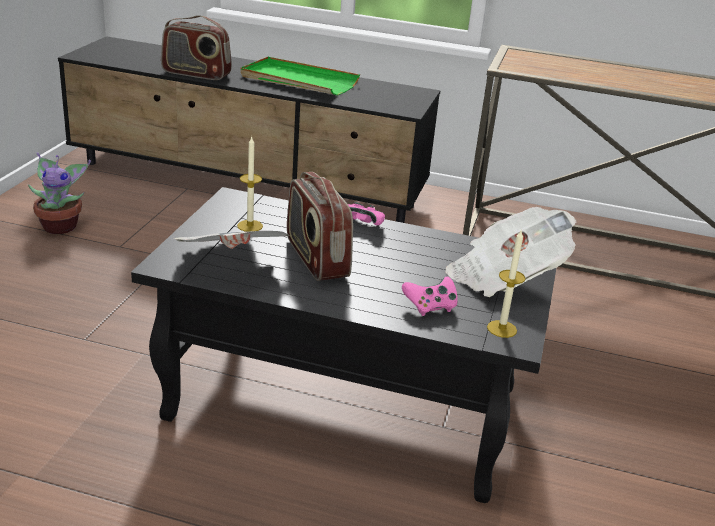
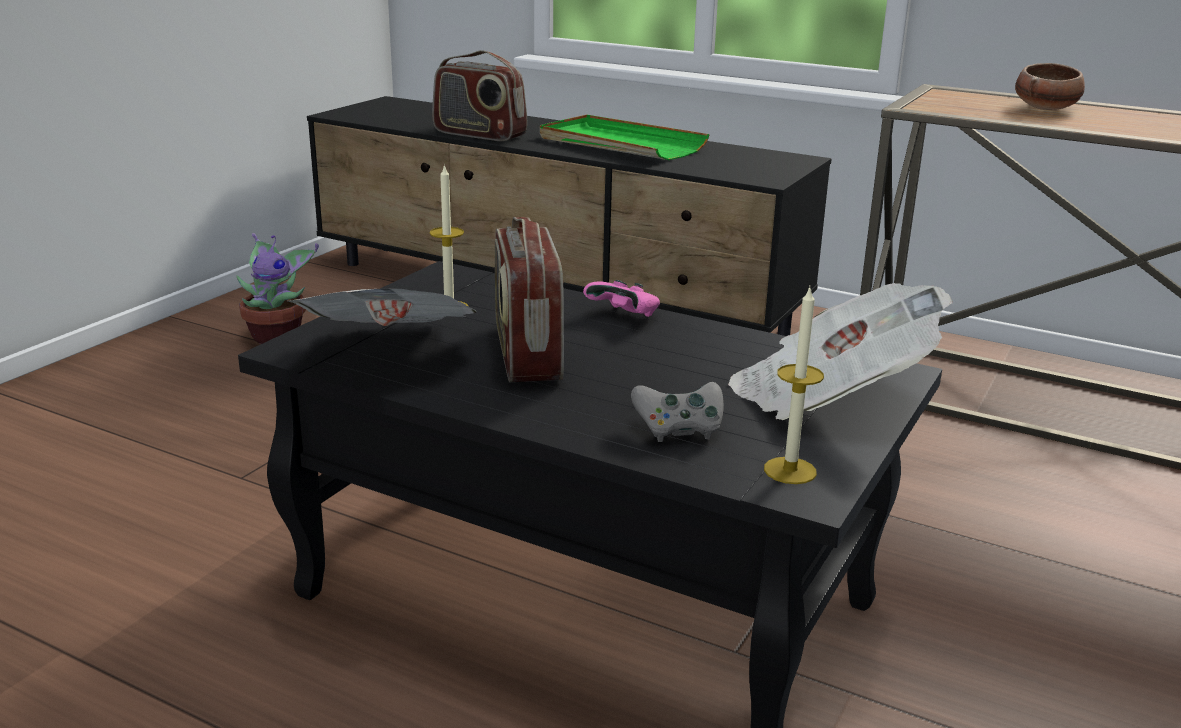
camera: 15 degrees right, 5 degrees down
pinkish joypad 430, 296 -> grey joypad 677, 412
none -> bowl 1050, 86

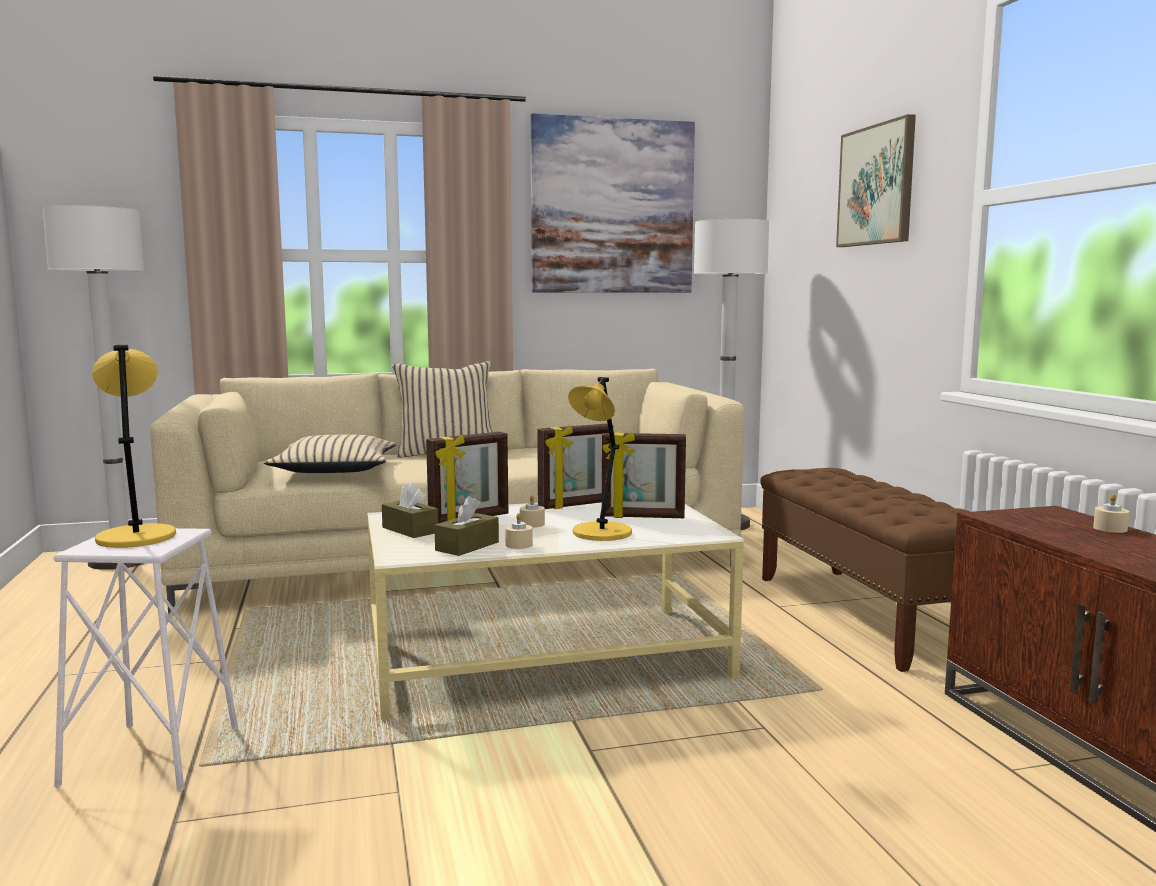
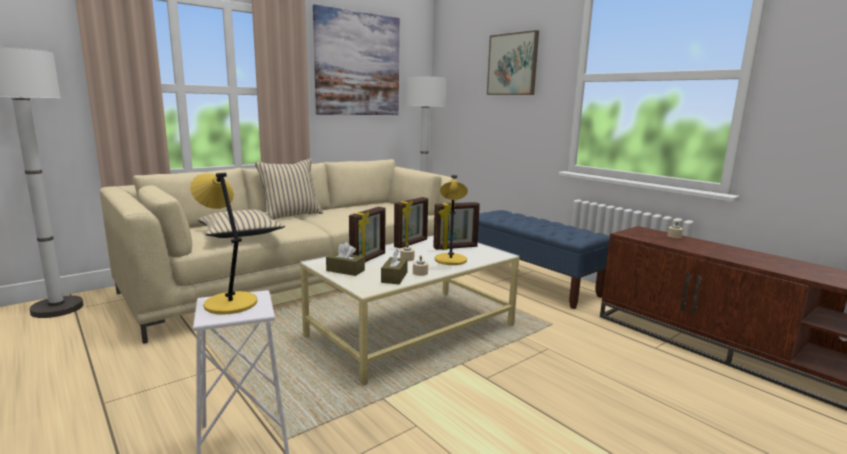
camera: 25 degrees left, 5 degrees up
brown indoor bench 865, 570 -> blue-coloured indoor bench 544, 259

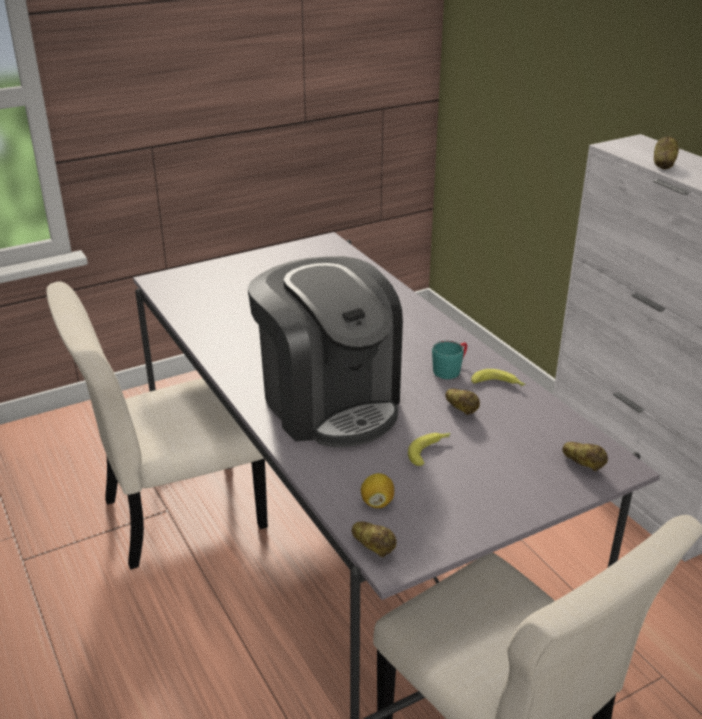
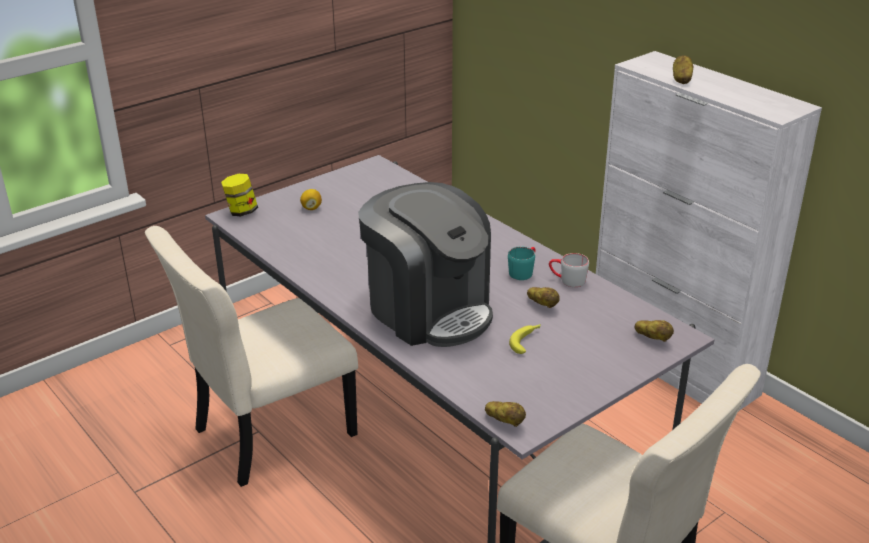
camera: 10 degrees left, 0 degrees up
none -> jar 239, 195
lemon 377, 490 -> lemon 311, 199, shifted
banana 498, 377 -> grey mug 569, 270

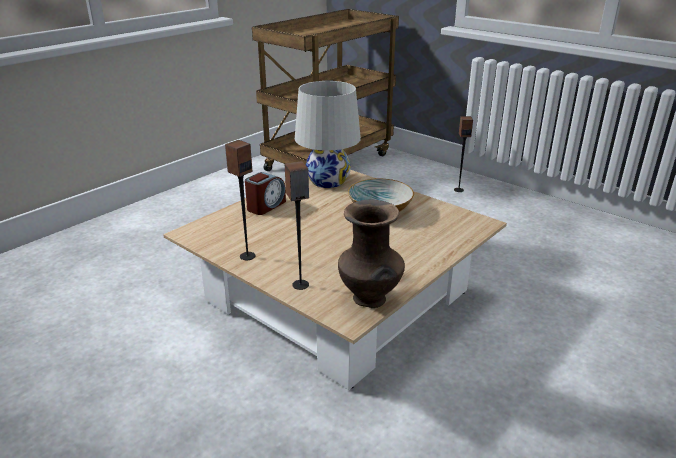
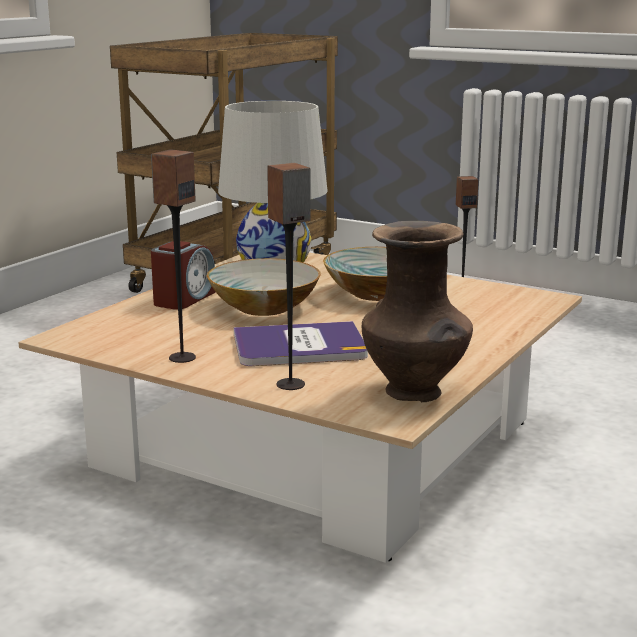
camera: 10 degrees left, 10 degrees down
none -> bowl 264, 287
none -> book 301, 343

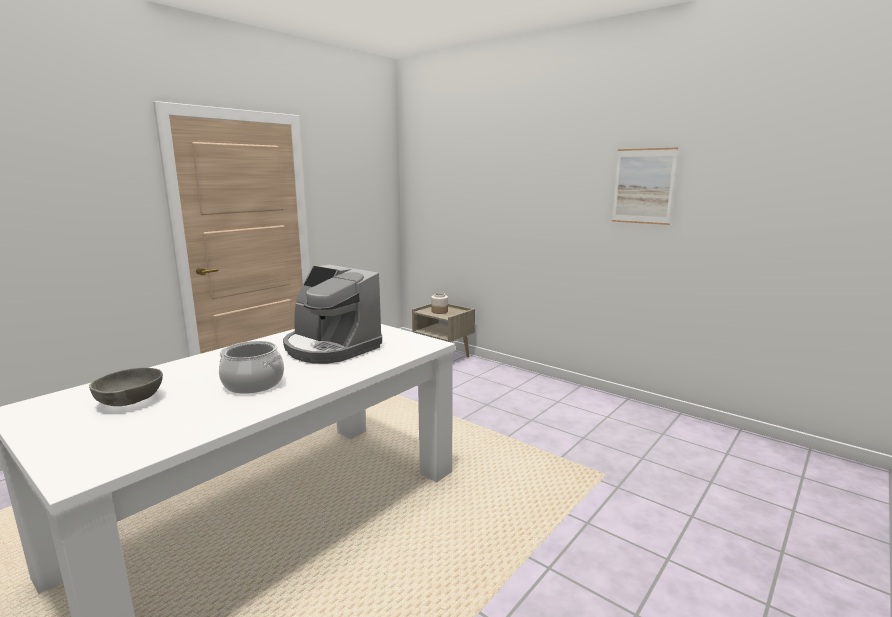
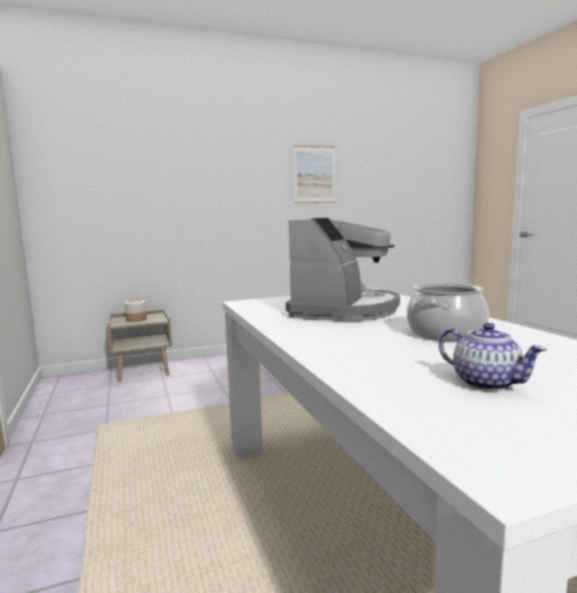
camera: 60 degrees left, 5 degrees down
coffee brewer 332, 314 -> coffee brewer 343, 269, 45 degrees counterclockwise
grey bowl 126, 387 -> tea pot 493, 357

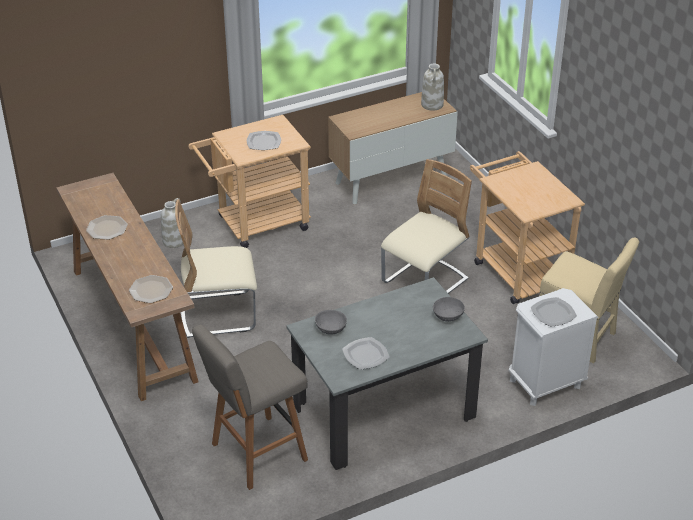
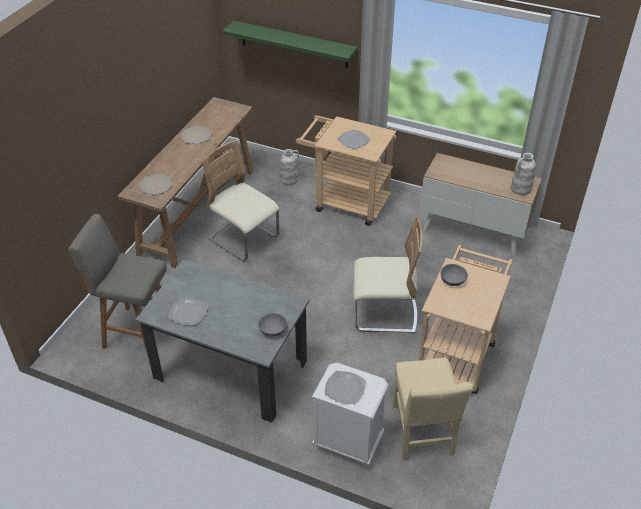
camera: 50 degrees right, 5 degrees up
none -> greenish shelf 290, 44
grey bowl 331, 322 -> grey bowl 454, 275, shifted

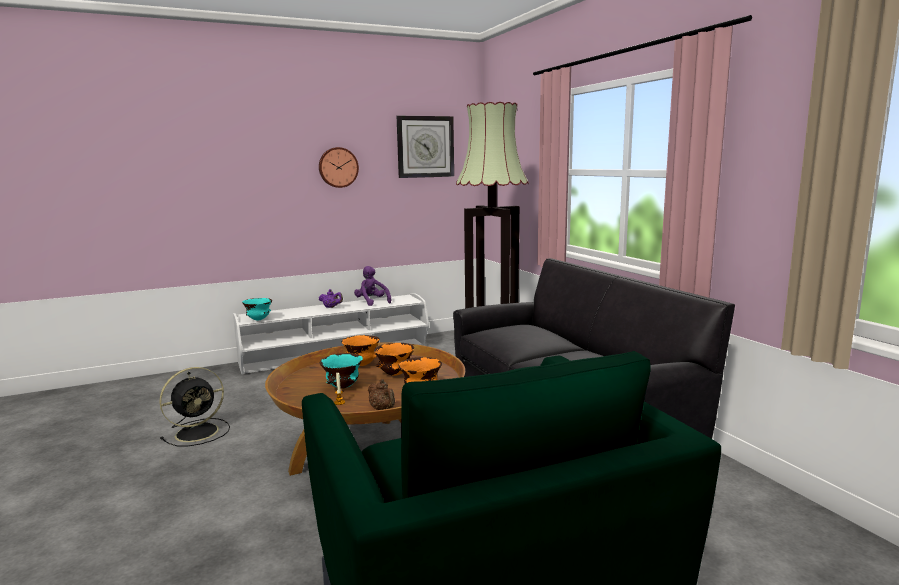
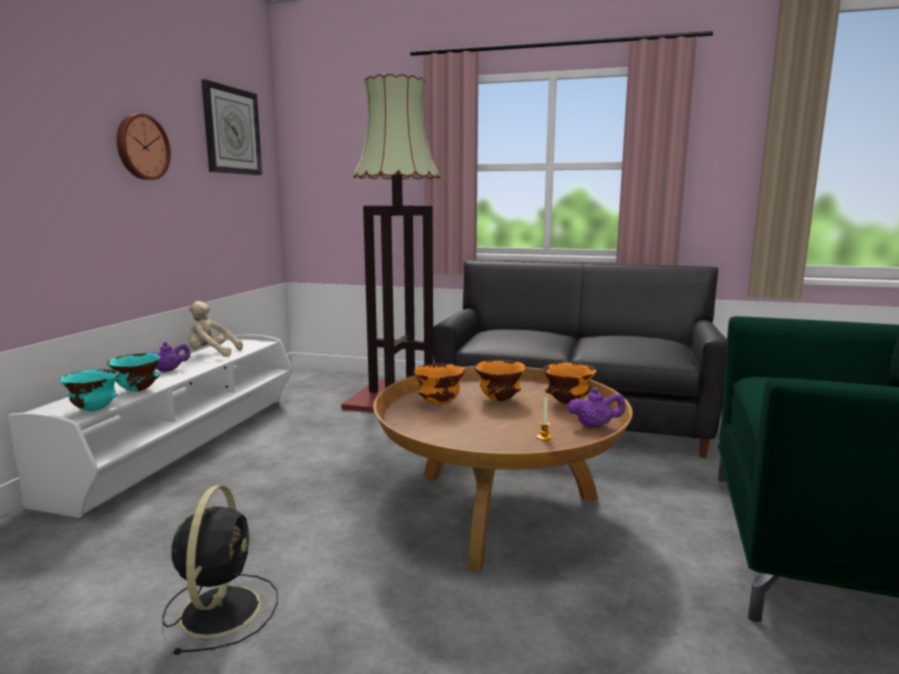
camera: 50 degrees left, 0 degrees up
turquoise-coloured bowl 341, 371 -> turquoise-coloured bowl 133, 372, shifted
purple cuddly toy 372, 286 -> beige-coloured cuddly toy 216, 329
brown tea pot 381, 394 -> purple tea pot 596, 408

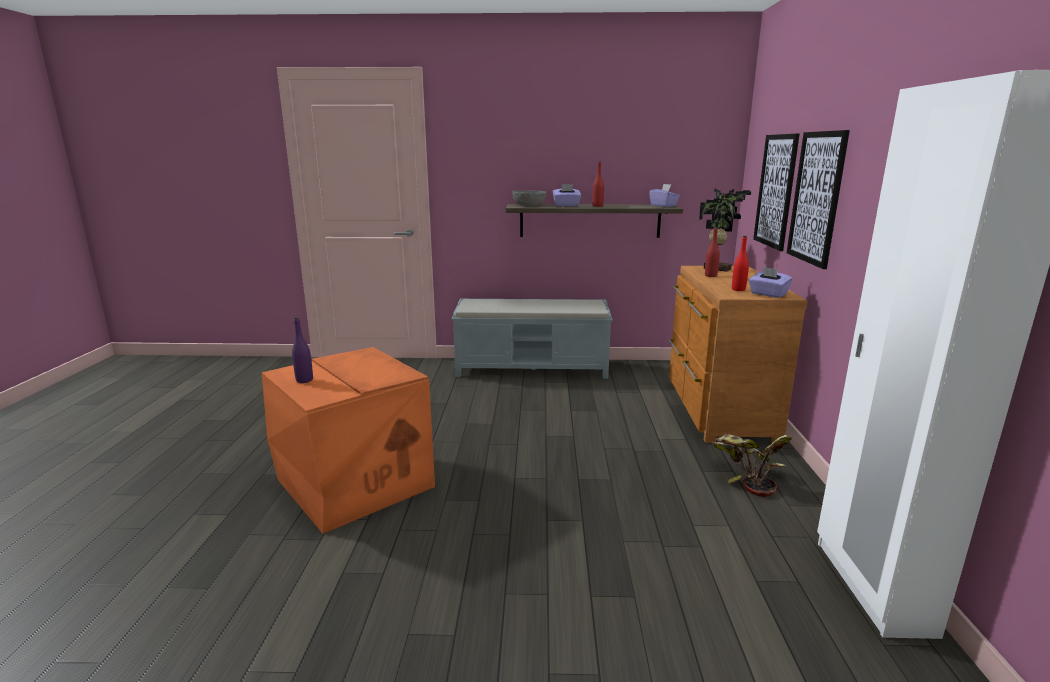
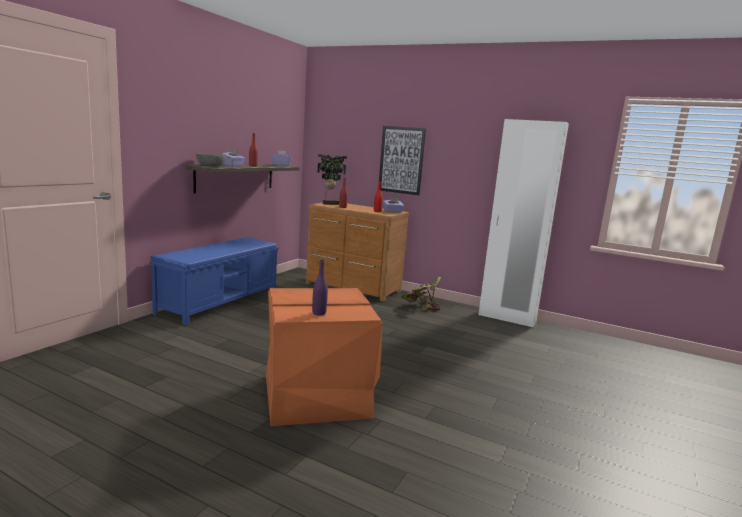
camera: 65 degrees left, 5 degrees down
grey indoor bench 532, 339 -> blue-coloured indoor bench 214, 281
picture 776, 192 -> none

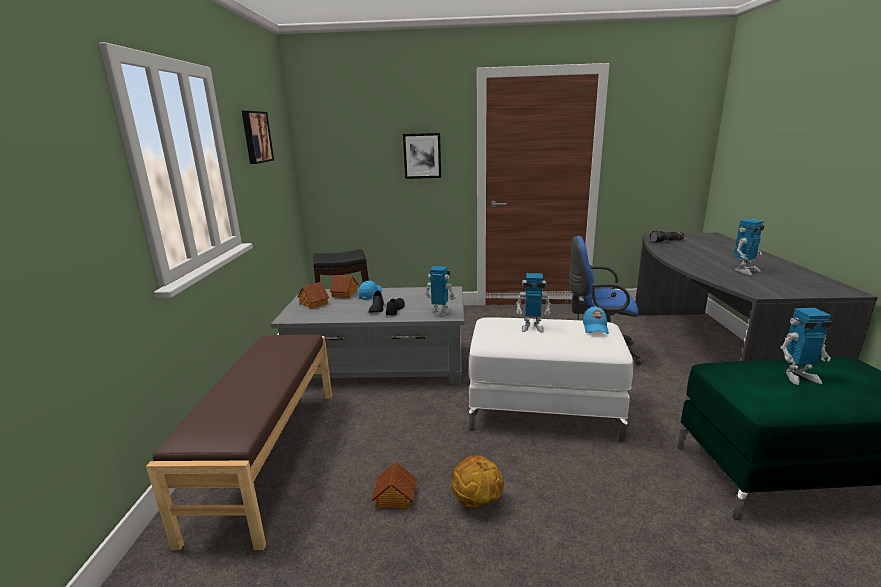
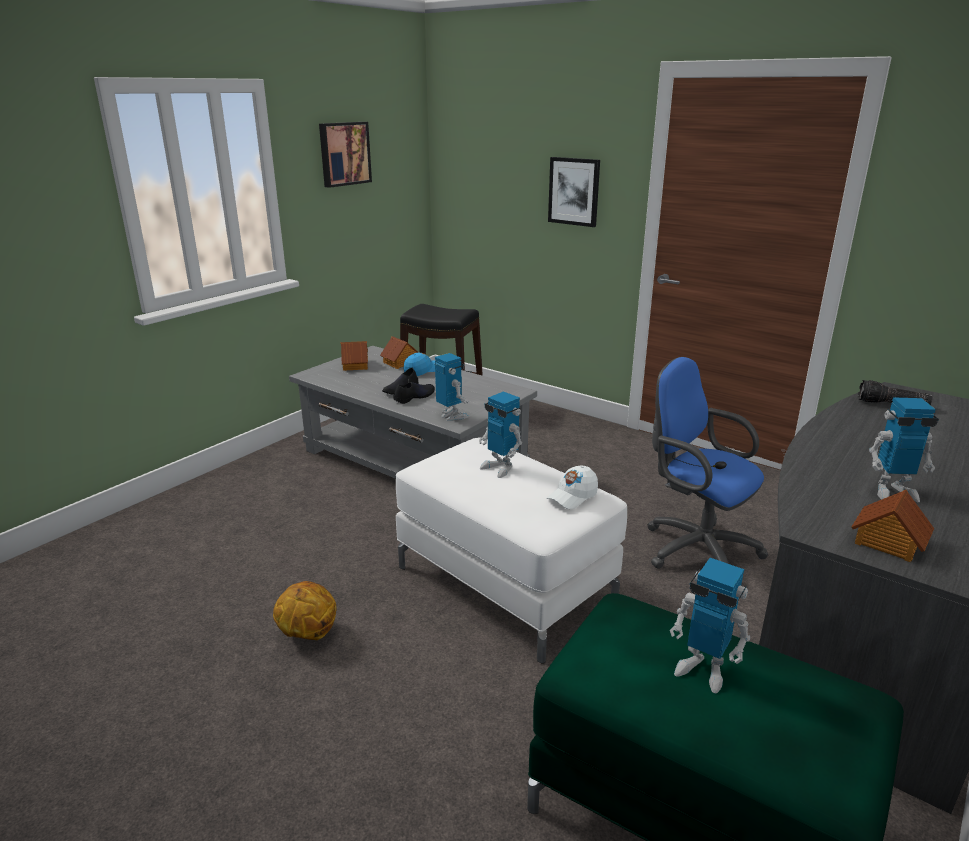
camera: 35 degrees right, 5 degrees up
blue-coloured baseball cap 596, 320 -> white baseball cap 572, 487
model house 394, 485 -> model house 892, 526, shifted
brown indoor bench 239, 442 -> none

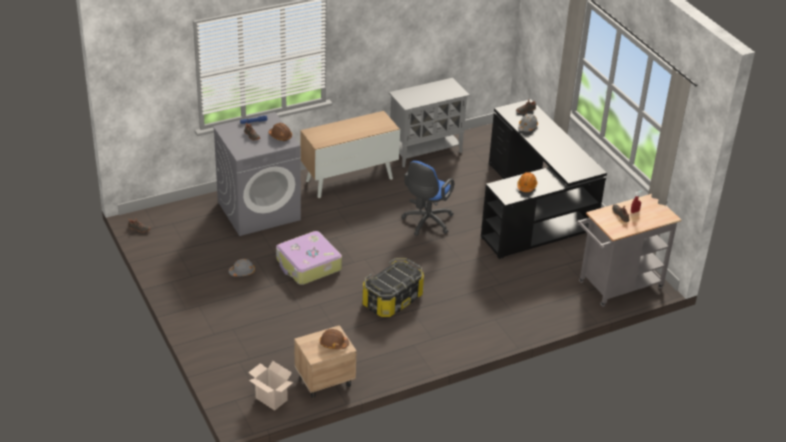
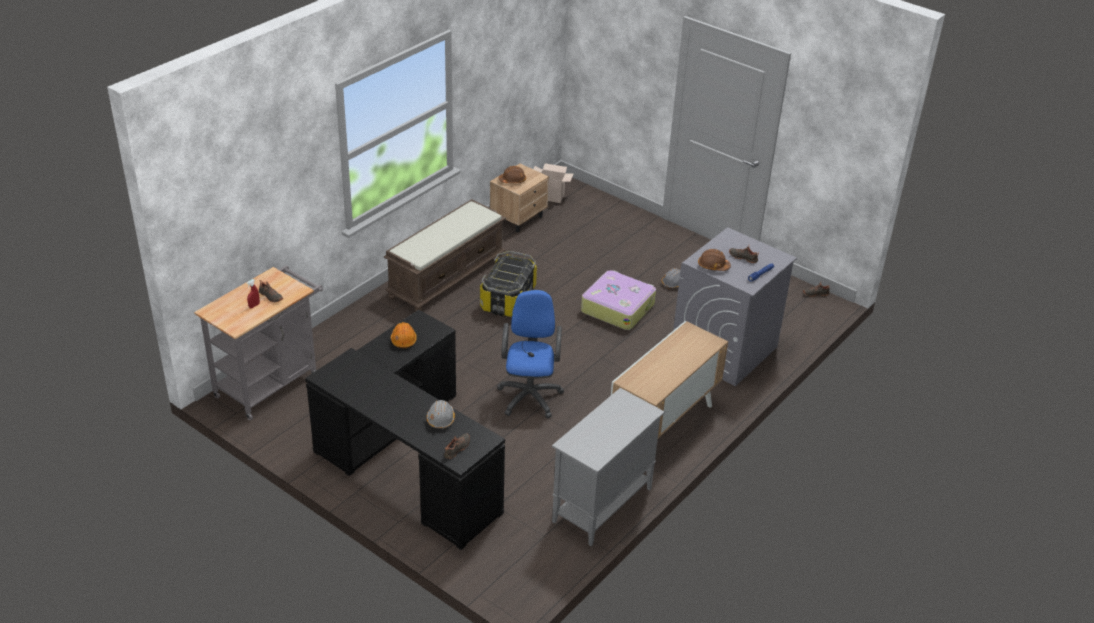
camera: 155 degrees right, 0 degrees up
none -> brown indoor bench 445, 255

